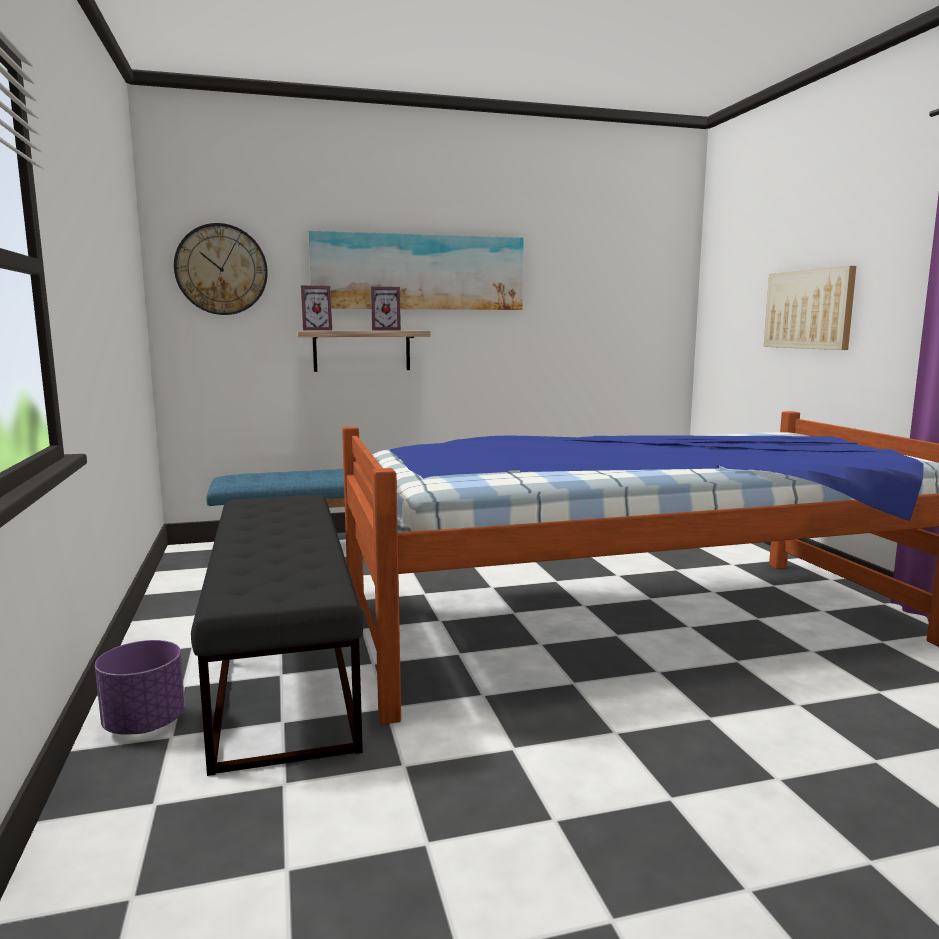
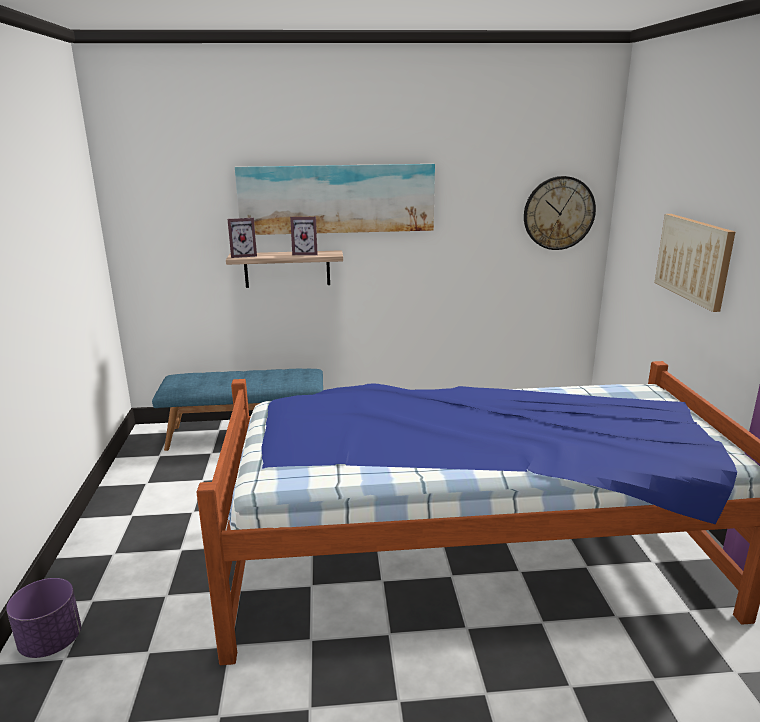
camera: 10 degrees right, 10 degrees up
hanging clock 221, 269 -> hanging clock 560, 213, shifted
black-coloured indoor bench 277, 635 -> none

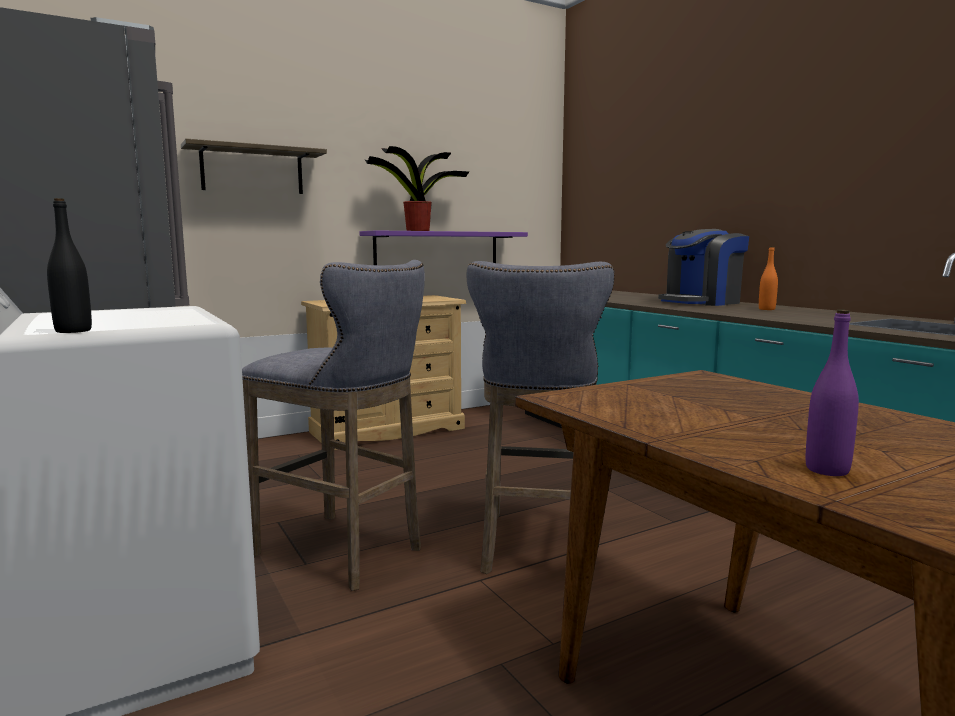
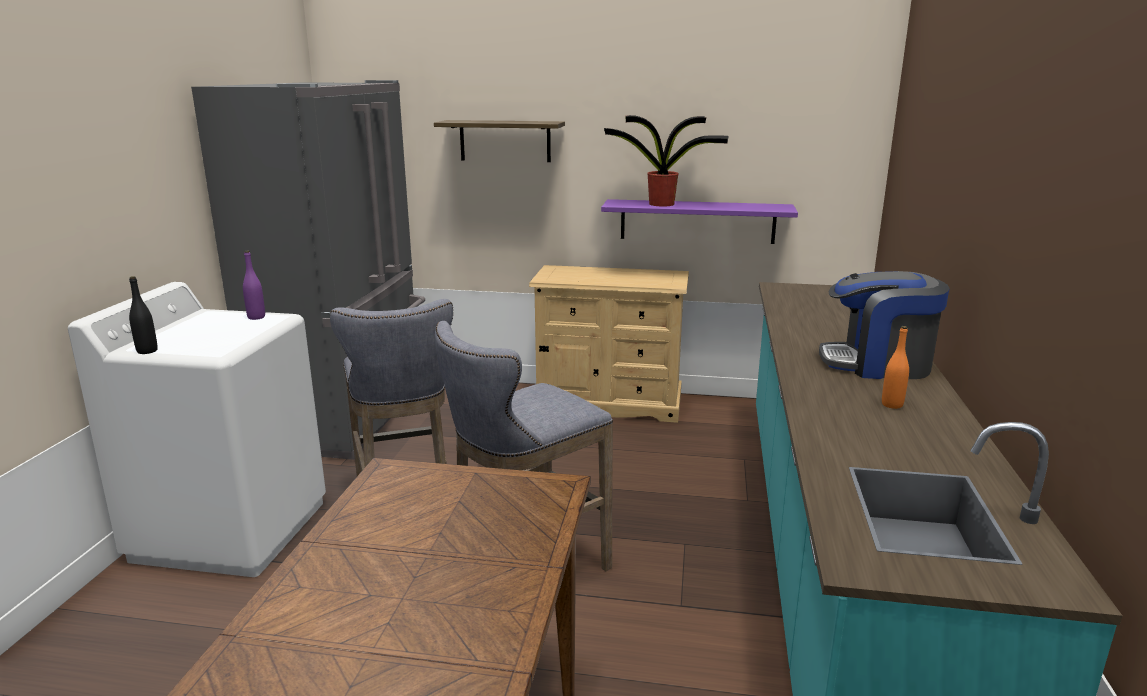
camera: 40 degrees right, 10 degrees up
purple beverage bottle 832, 393 -> purple beverage bottle 254, 285, shifted

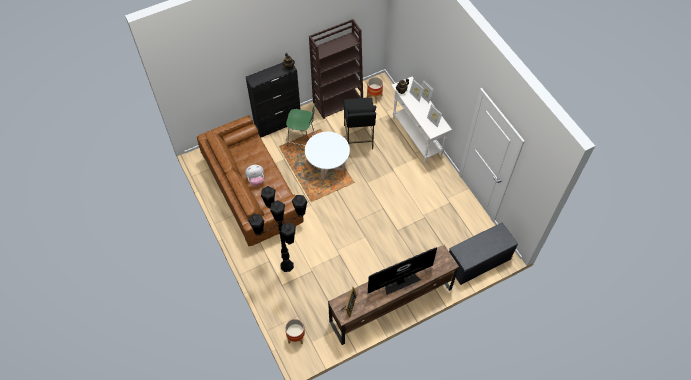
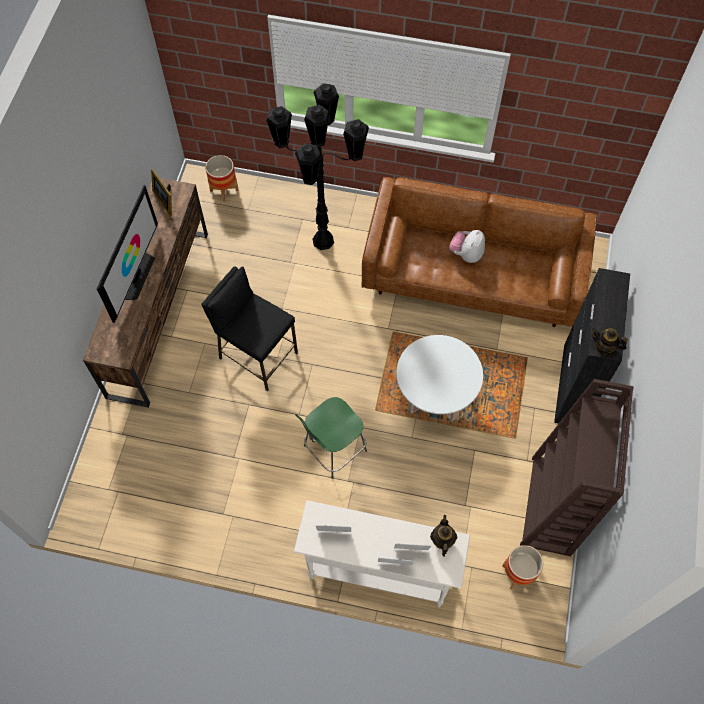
camera: 130 degrees right, 5 degrees up
black-coloured stool seat 360, 123 -> black-coloured stool seat 249, 328, shifted
greenish stool seat 301, 125 -> greenish stool seat 331, 438, shifted
grey indoor bench 483, 254 -> none

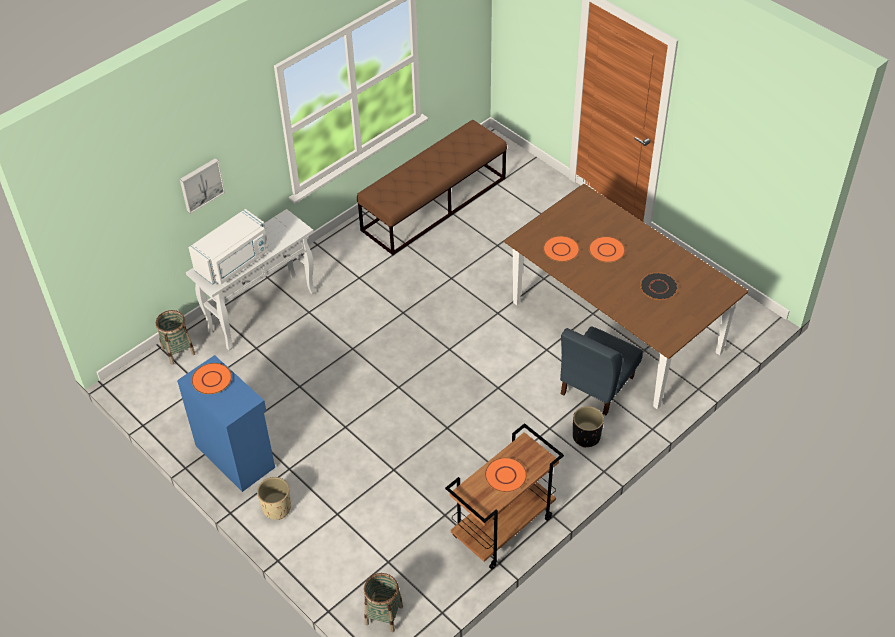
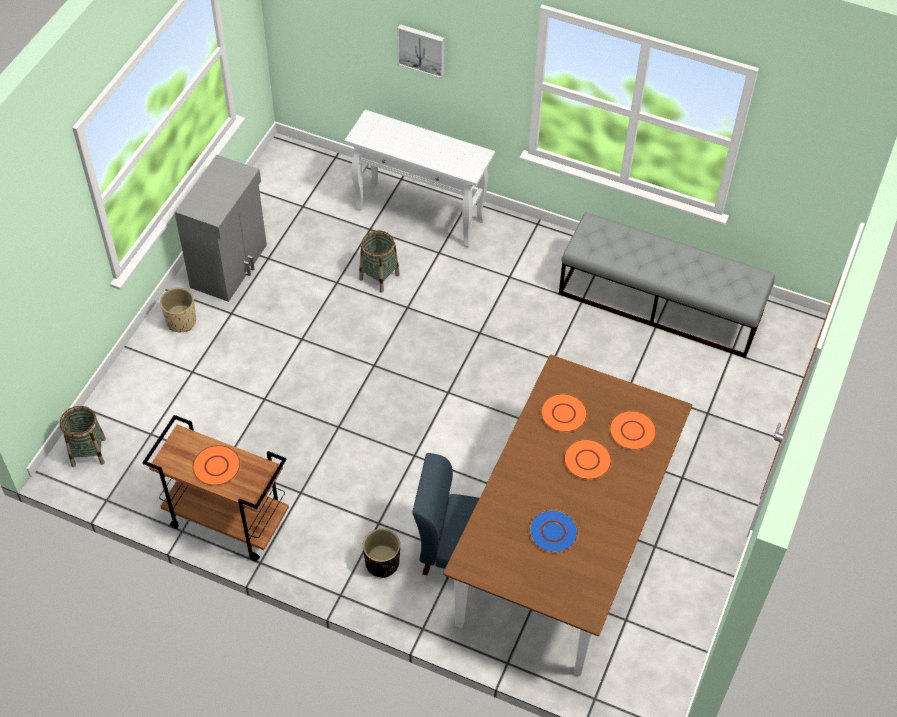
camera: 65 degrees right, 5 degrees up
blue-coloured storage cabinet 226, 423 -> grey storage cabinet 220, 228
basket 175, 337 -> basket 379, 261, shifted
black-coloured dinner plate 659, 286 -> blue-coloured dinner plate 553, 531
brown indoor bench 432, 187 -> grey indoor bench 667, 285
orange-coloured dinner plate 212, 378 -> orange-coloured dinner plate 632, 430, shifted
white microwave 228, 247 -> none

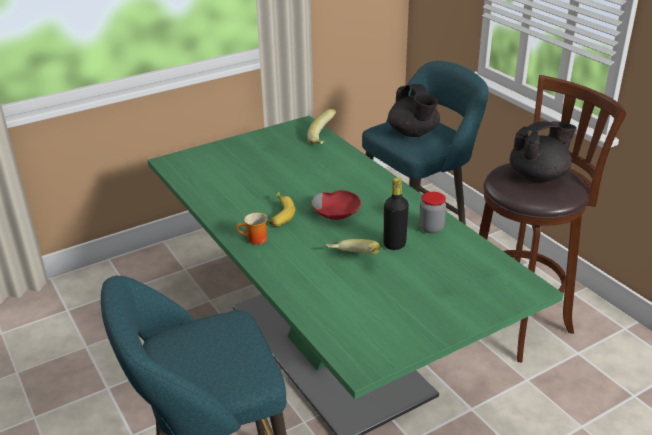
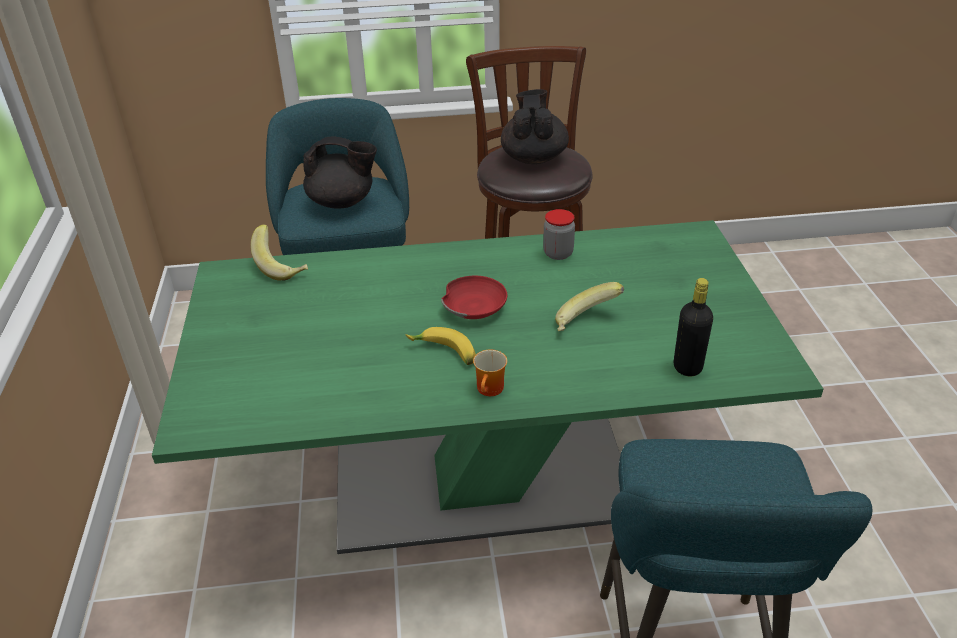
camera: 65 degrees left, 5 degrees up
black-coloured beverage bottle 396, 213 -> black-coloured beverage bottle 693, 327, shifted

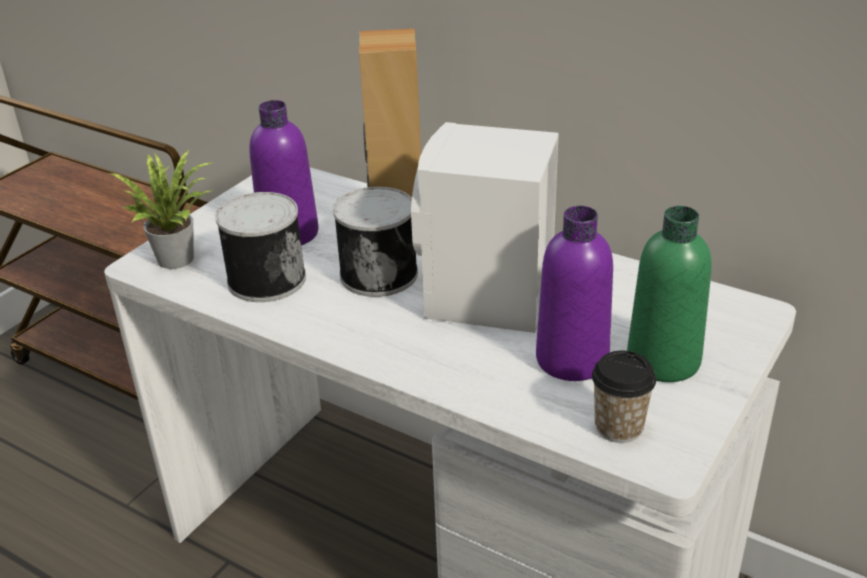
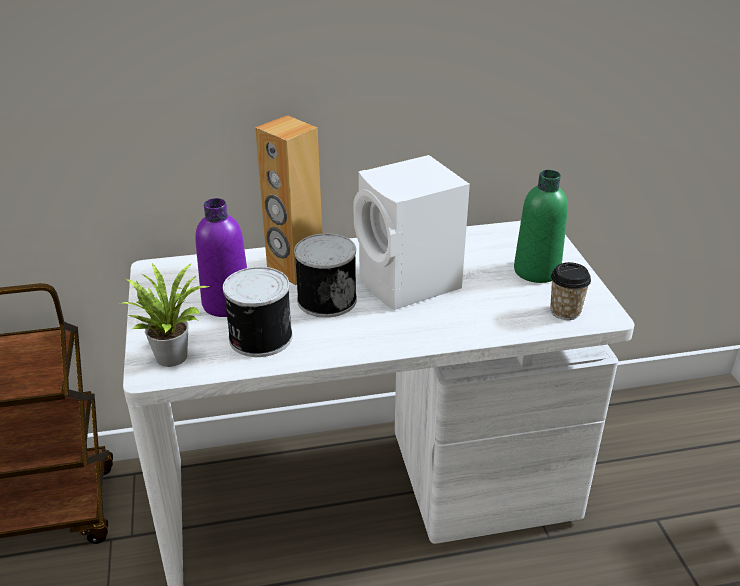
camera: 45 degrees left, 0 degrees up
purple beverage bottle 574, 293 -> none

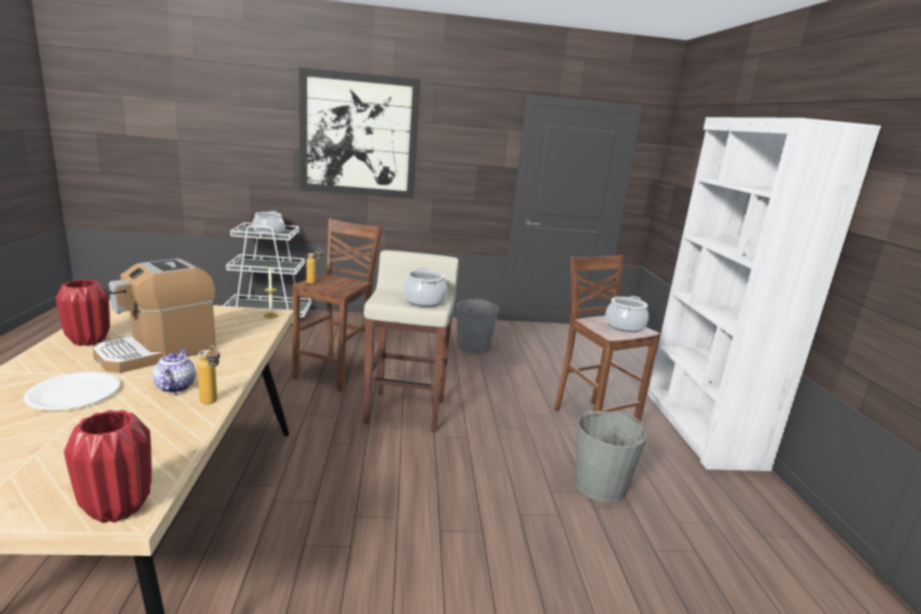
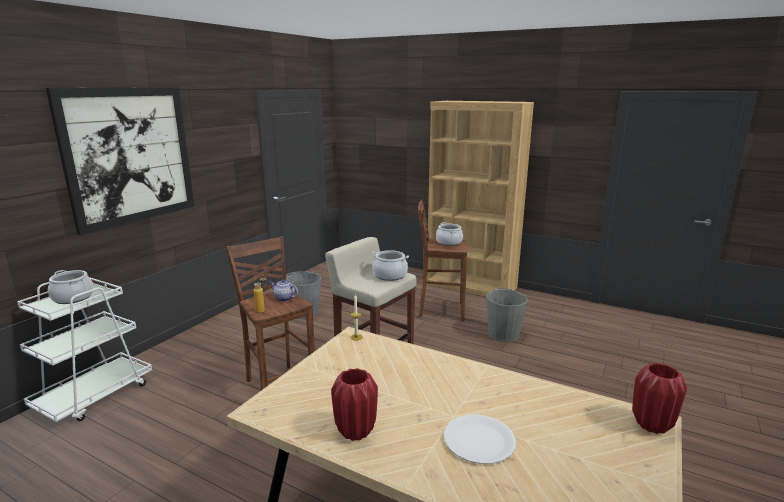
camera: 55 degrees left, 0 degrees up
tea pot 174, 371 -> tea pot 284, 290, shifted
white bookshelf 764, 294 -> brown bookshelf 480, 198
coffee brewer 154, 315 -> none
beverage bottle 208, 374 -> none

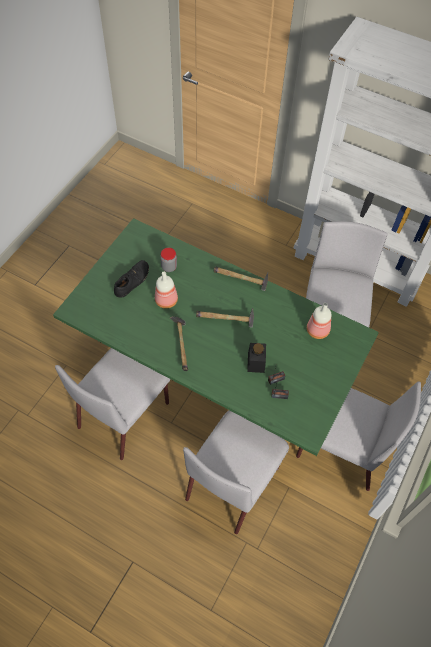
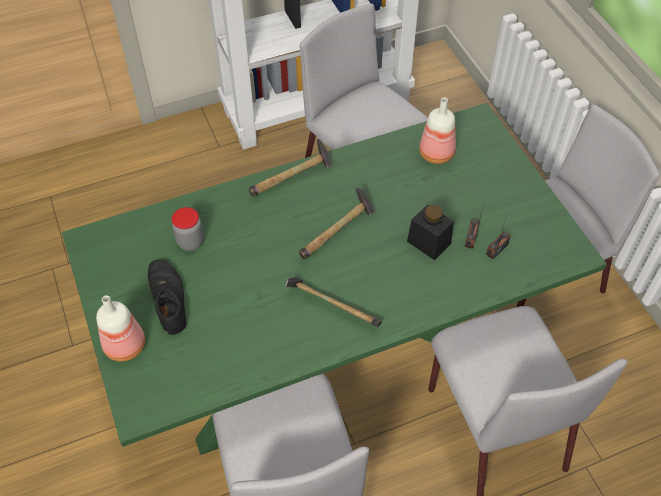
camera: 50 degrees left, 5 degrees down
beverage bottle 166, 290 -> beverage bottle 120, 328, shifted

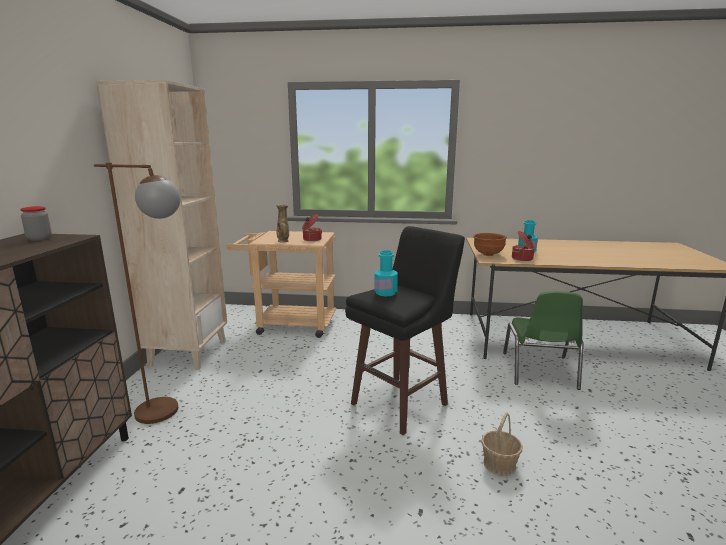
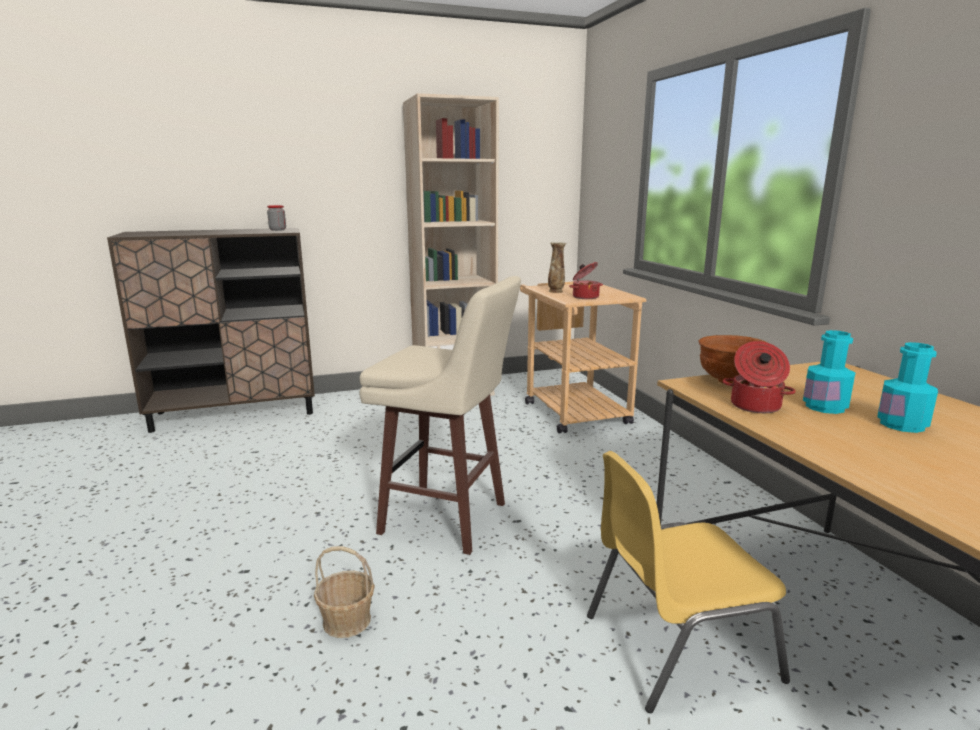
camera: 65 degrees right, 0 degrees up
black-coloured stool seat 405, 330 -> beige-coloured stool seat 440, 415
greenish chair 543, 340 -> yellow chair 688, 582
turquoise-coloured beverage bottle 386, 273 -> turquoise-coloured beverage bottle 907, 387, shifted
brown standing lamp 137, 293 -> none

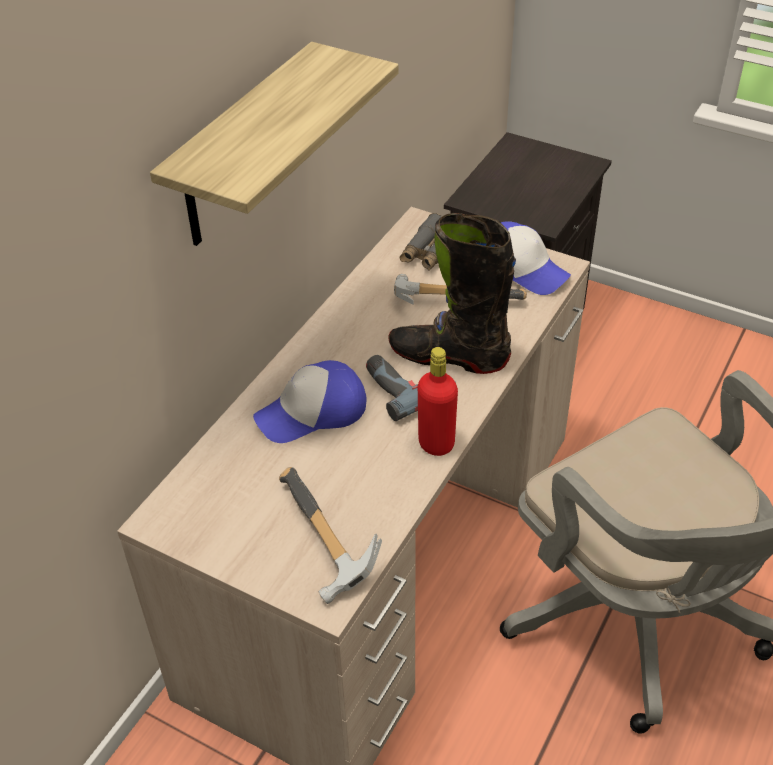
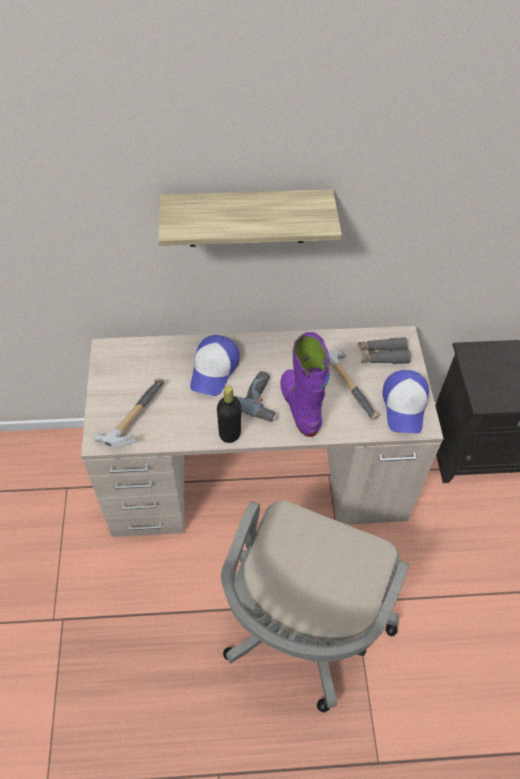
camera: 55 degrees right, 10 degrees up
baseball cap 310, 401 -> baseball cap 215, 365, 105 degrees counterclockwise
red-coloured beverage bottle 438, 401 -> black-coloured beverage bottle 229, 414
black-coloured tall boot 452, 293 -> purple tall boot 305, 384

